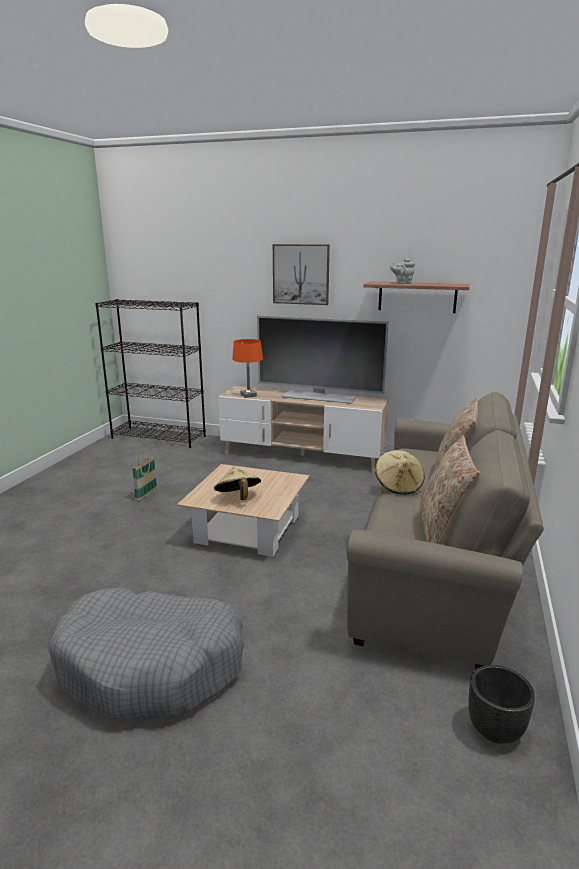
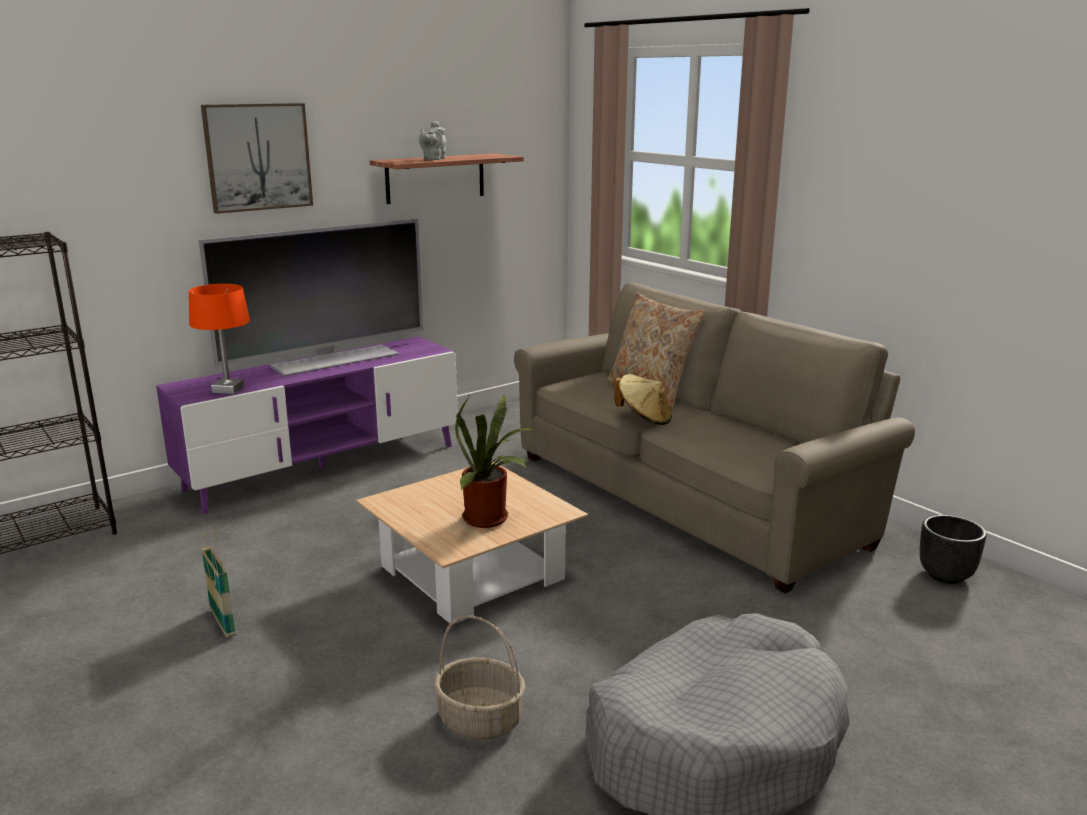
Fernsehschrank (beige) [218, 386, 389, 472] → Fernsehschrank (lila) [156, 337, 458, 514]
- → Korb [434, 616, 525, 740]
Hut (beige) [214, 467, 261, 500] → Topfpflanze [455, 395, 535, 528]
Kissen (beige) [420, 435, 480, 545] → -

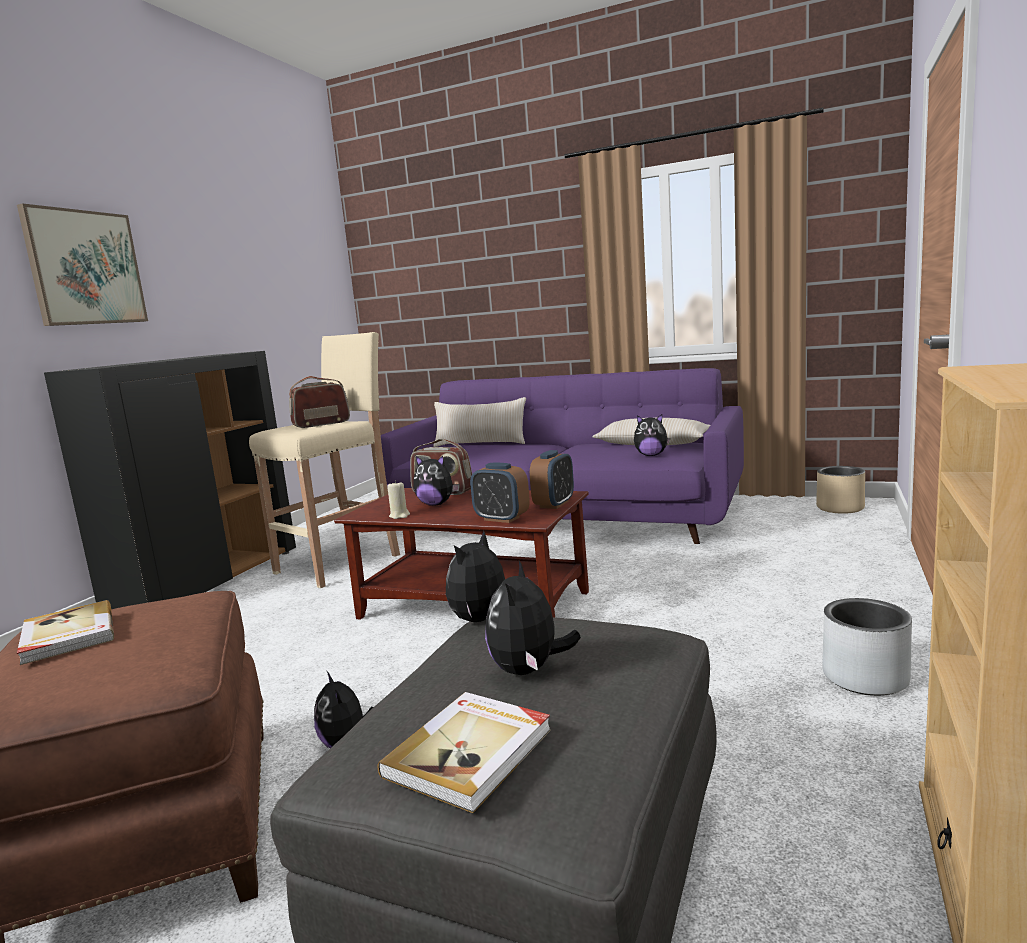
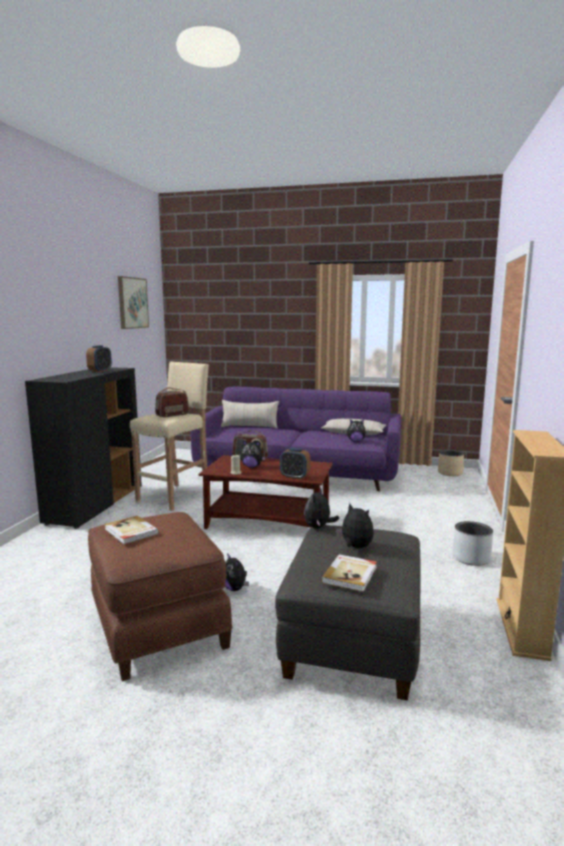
Wecker [530, 450, 574, 509] → Wecker [86, 345, 112, 372], move
Bild [17, 203, 148, 326] → Bild [118, 276, 149, 329], move
Plüschtier [485, 561, 581, 675] → Plüschtier [336, 503, 374, 548], 135 degrees clockwise

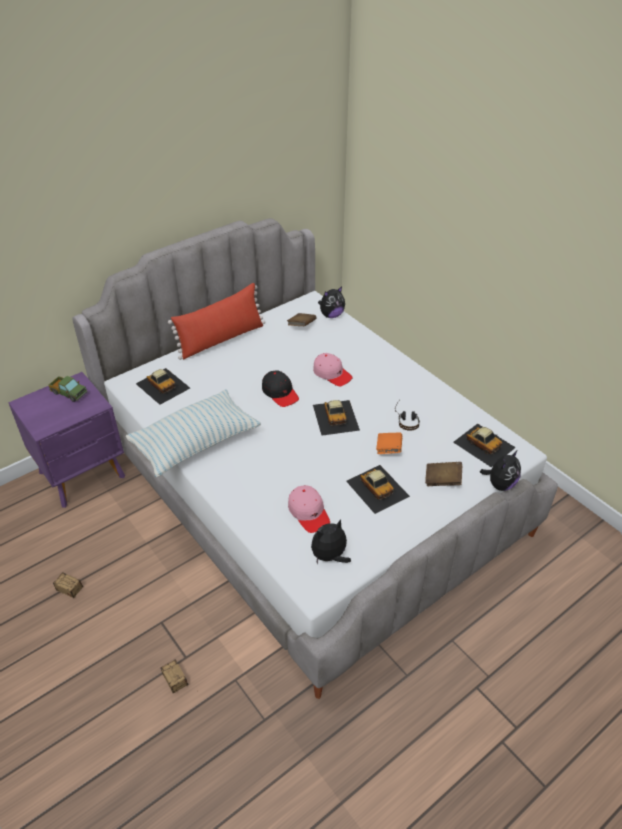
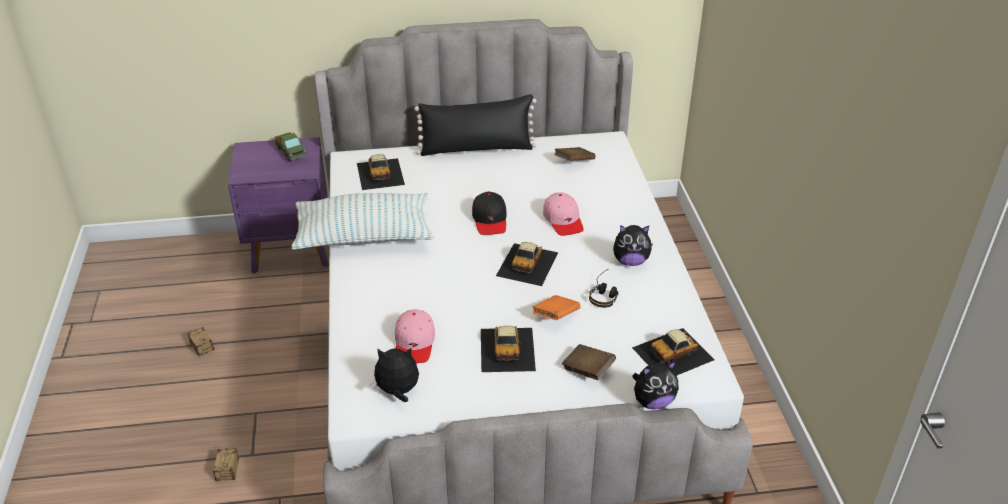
Kissen (rot) [168, 283, 265, 360] → Kissen (schwarz) [414, 94, 537, 156]
Plüschtier [318, 287, 345, 318] → Plüschtier [613, 225, 653, 266], move
Spielzeugauto [453, 424, 516, 467] → Spielzeugauto [632, 328, 714, 375], 75 degrees clockwise

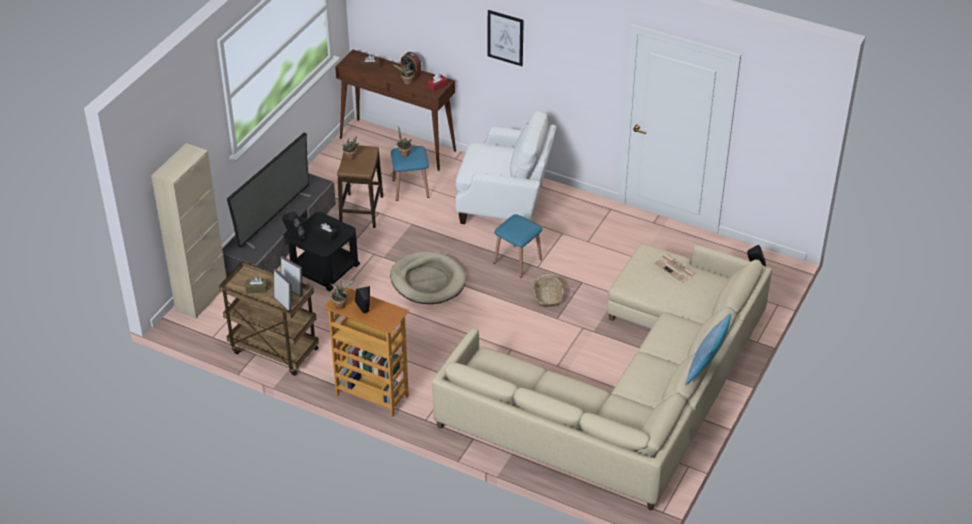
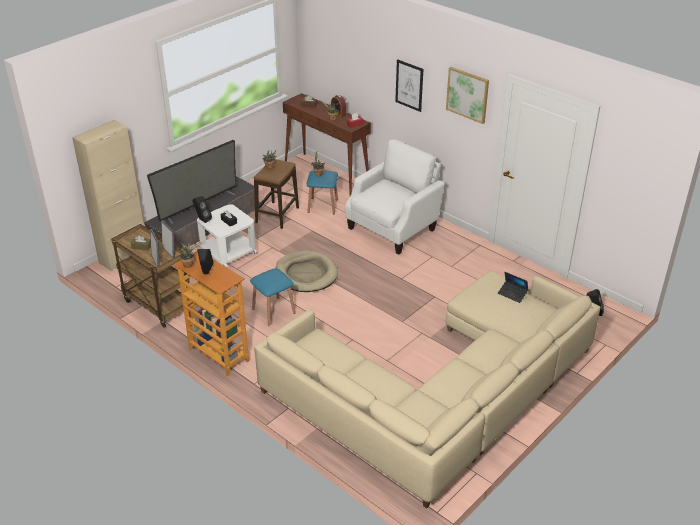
Beistelltisch (schwarz) [287, 212, 360, 291] → Beistelltisch (weiß) [197, 204, 257, 267]
Hocker (blau) [494, 214, 542, 278] → Hocker (blau) [250, 268, 296, 325], move
Sessel (weiß) [456, 111, 557, 224] → Sessel (weiß) [345, 139, 445, 255], 75 degrees counterclockwise
- → Bild [446, 67, 489, 124]
Zeitung [653, 254, 696, 283] → Laptop [498, 272, 528, 303]
Korb [533, 274, 565, 307] → -
Kissen [685, 313, 731, 385] → -

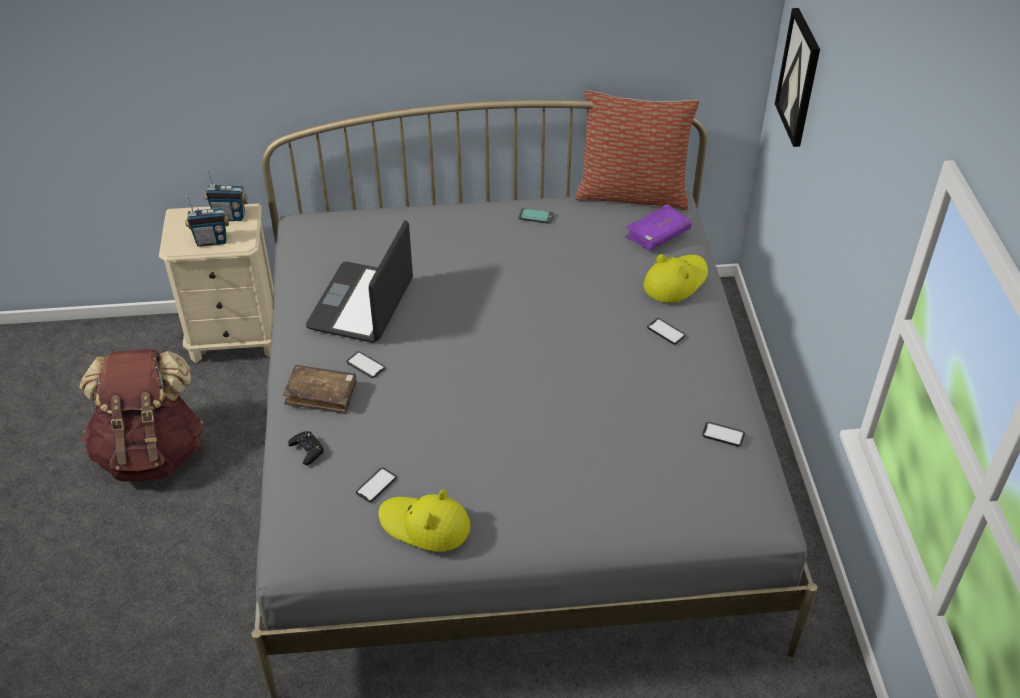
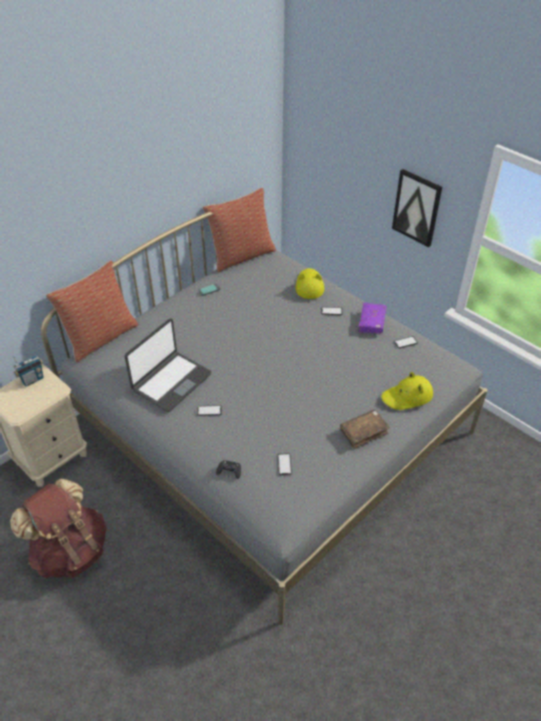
- → Kissen [46, 260, 138, 362]
Laptop [306, 220, 413, 343] → Laptop [125, 318, 212, 412], 120 degrees counterclockwise
Buch (braun) [283, 365, 357, 414] → Buch (braun) [340, 409, 390, 449], move
Buch (lila) [625, 204, 691, 251] → Buch (lila) [358, 303, 387, 333], move
Hut (gelb) [378, 489, 470, 552] → Hut (gelb) [381, 372, 433, 410], move
Bild [775, 8, 820, 147] → Bild [392, 169, 442, 247], move
Radio [185, 196, 229, 247] → -

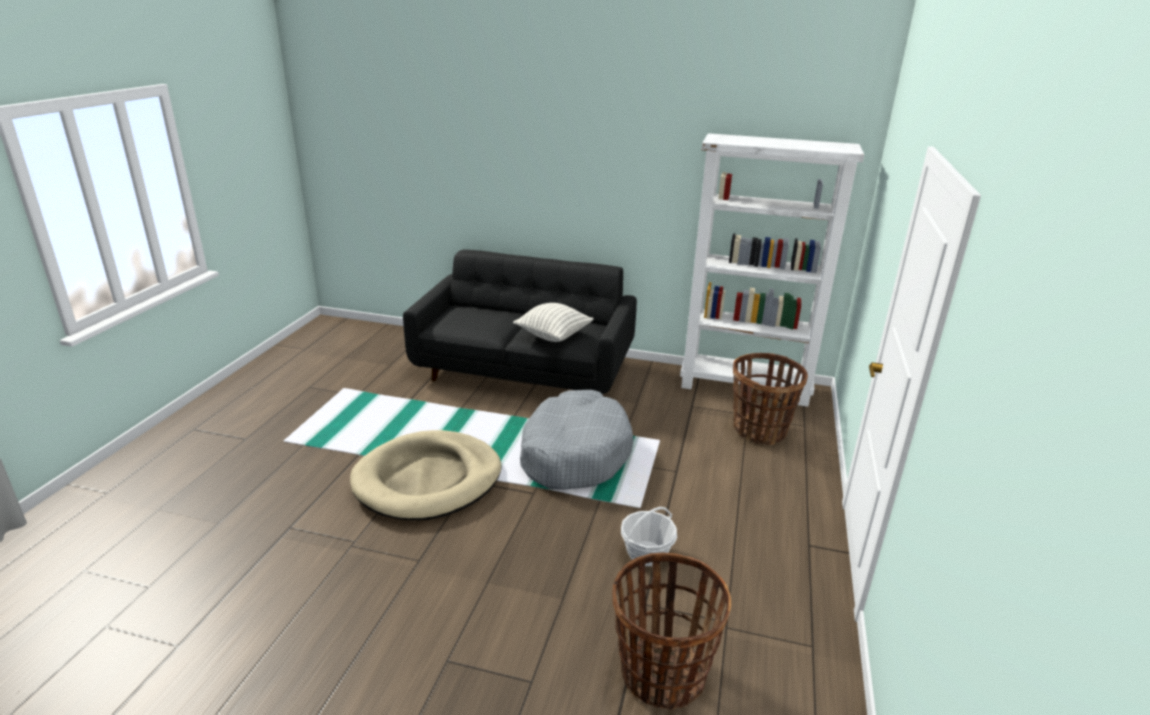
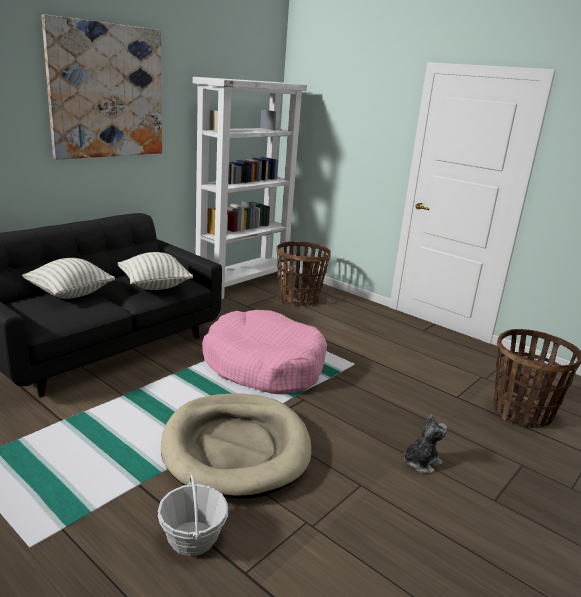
- → Kissen [22, 258, 115, 299]
- → Bild [42, 15, 162, 160]
Korb [621, 507, 677, 566] → Korb [158, 474, 228, 556], move
Hundebett (grau) [520, 390, 634, 490] → Hundebett (rosa) [202, 310, 327, 394]
- → Plüschtier [404, 414, 447, 473]

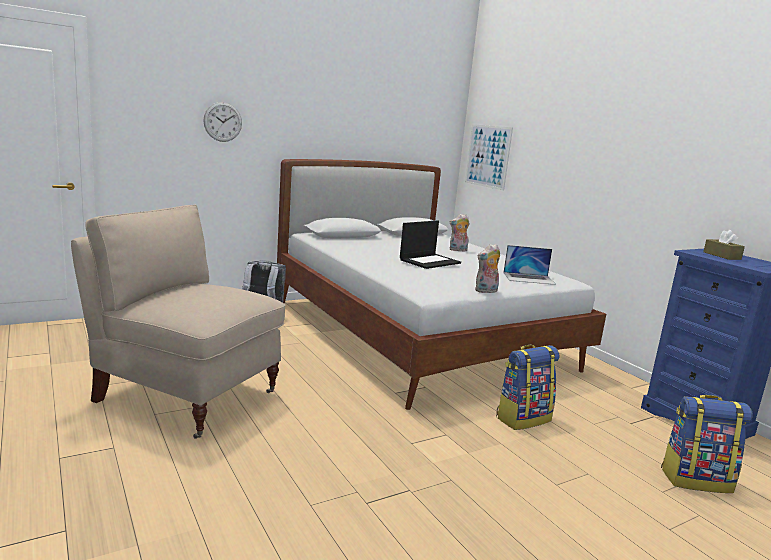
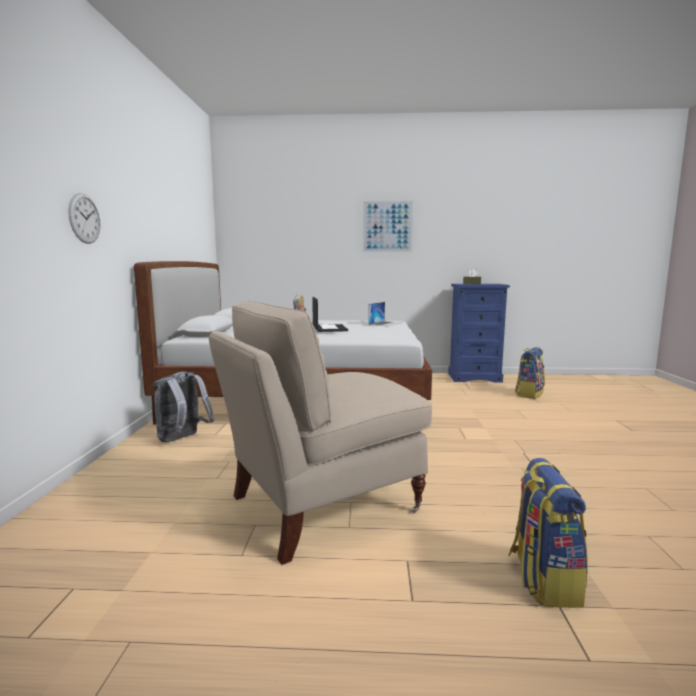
Bild [465, 124, 513, 190] → Bild [362, 200, 413, 252], move
Rucksack [496, 345, 559, 430] → Rucksack [508, 458, 588, 608], move
Plüschtier [475, 244, 500, 293] → -

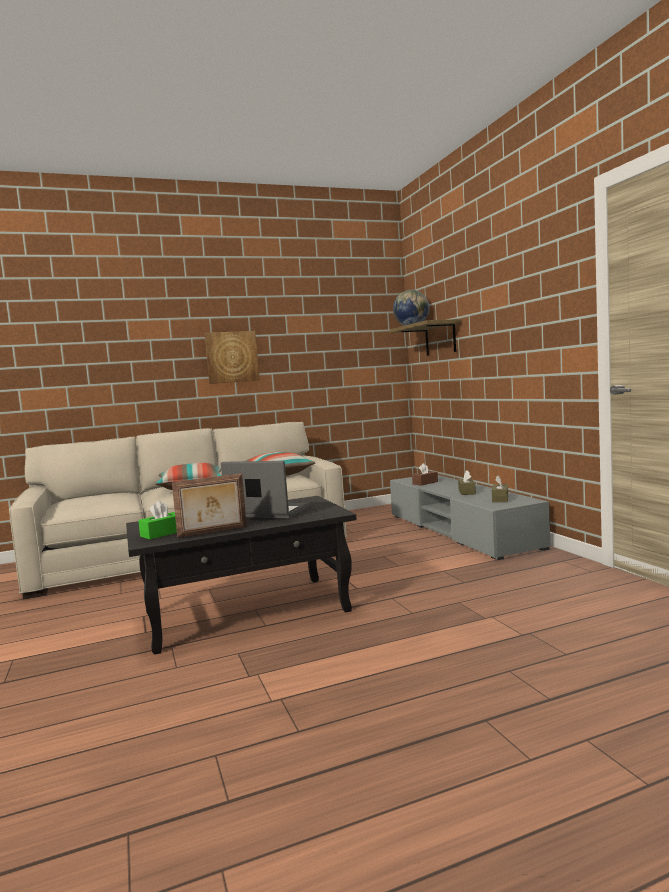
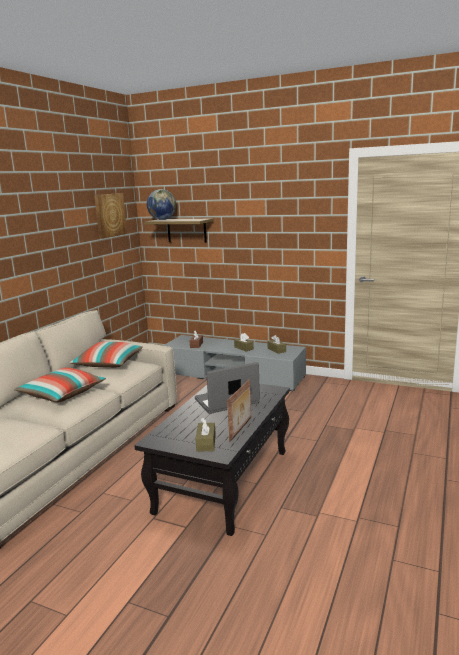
Bild [204, 331, 260, 384] → Bild [94, 193, 127, 239], move
Taschentuchbox (grün) [138, 501, 177, 540] → Taschentuchbox (braun) [195, 418, 216, 452]

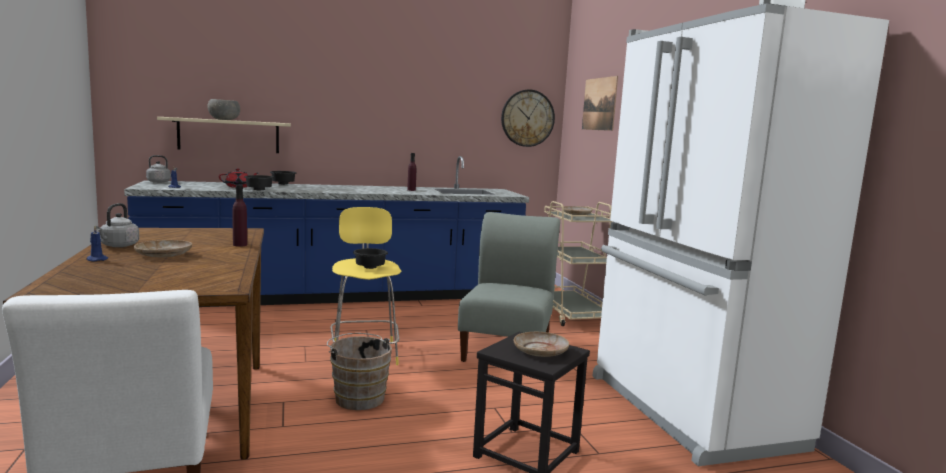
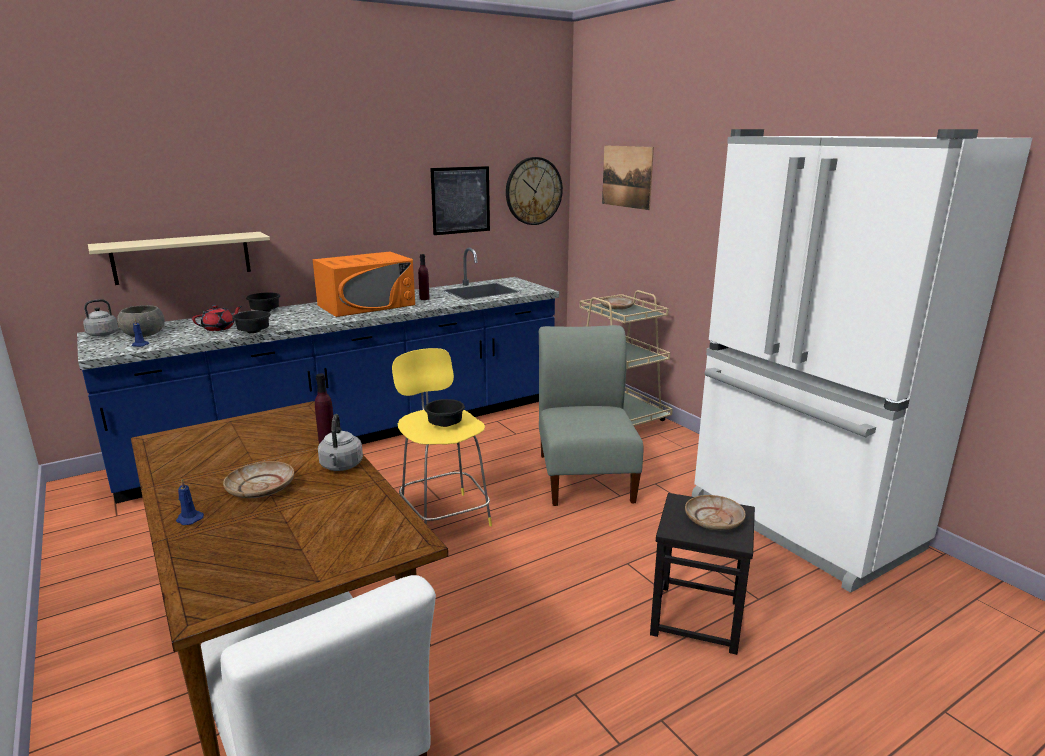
Schüssel (grau) [207, 99, 240, 120] → Schüssel (grau) [117, 305, 165, 337], move
- → Mikrowelle (orange) [313, 252, 415, 317]
Wasserkessel (grau) [96, 203, 139, 247] → Wasserkessel (grau) [318, 414, 363, 471], move
- → Bild [430, 166, 490, 235]
Eimer (braun) [327, 333, 392, 410] → -

